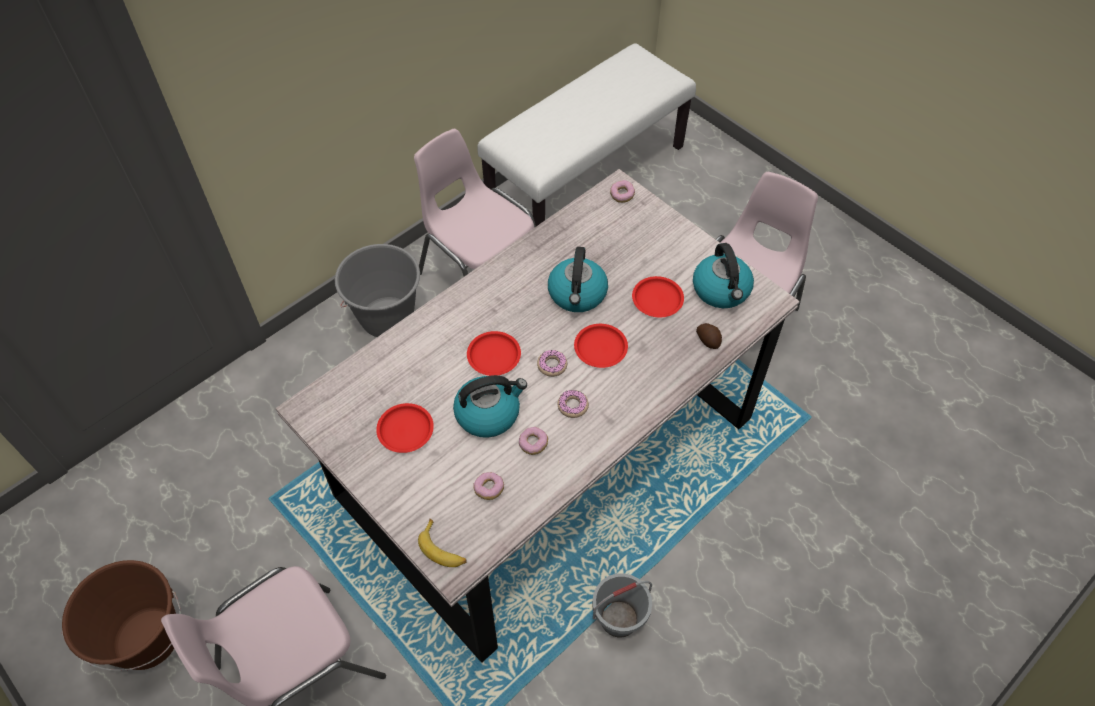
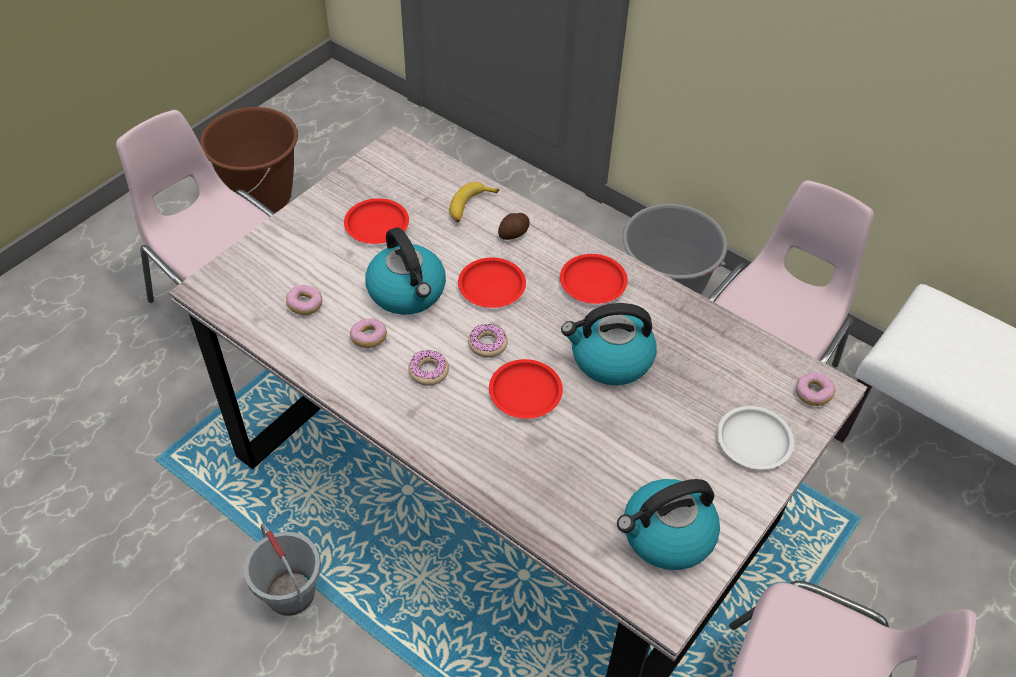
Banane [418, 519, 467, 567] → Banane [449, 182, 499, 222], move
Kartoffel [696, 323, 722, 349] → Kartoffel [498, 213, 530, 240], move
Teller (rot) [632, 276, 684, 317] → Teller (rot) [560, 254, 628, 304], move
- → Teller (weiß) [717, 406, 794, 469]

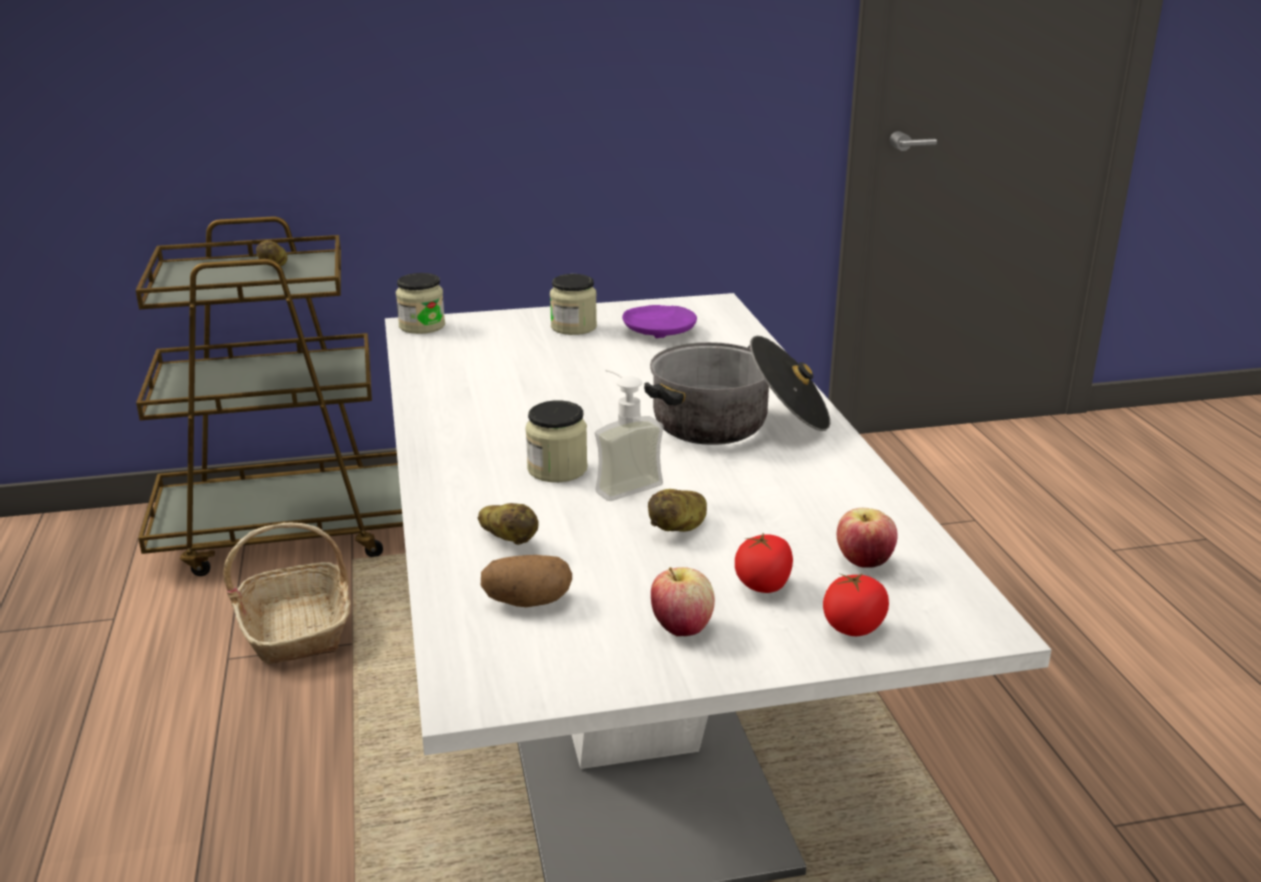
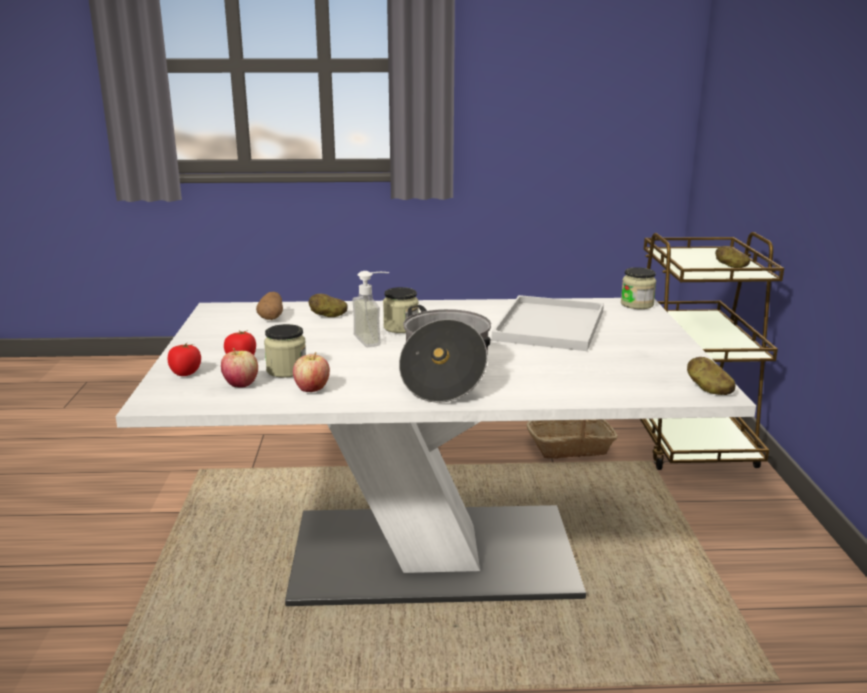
Vorratsglas [550, 274, 597, 335] → Vorratsglas [264, 324, 306, 378], move
Apfel [651, 567, 715, 636] → Apfel [293, 352, 330, 392], move
- → Tablett (weiß) [491, 295, 604, 351]
Kartoffel [648, 489, 707, 532] → Kartoffel [687, 357, 735, 395], move
Teller (lila) [622, 305, 697, 338] → -

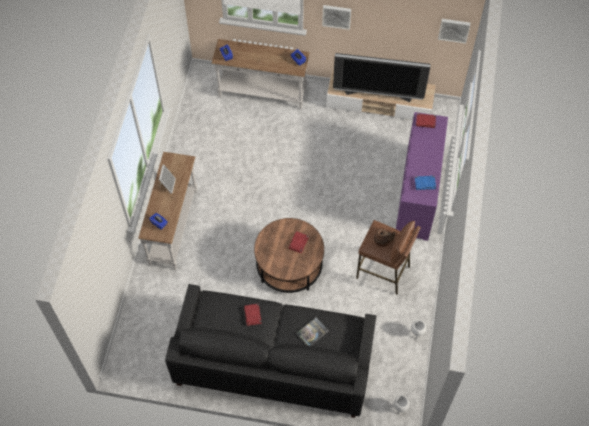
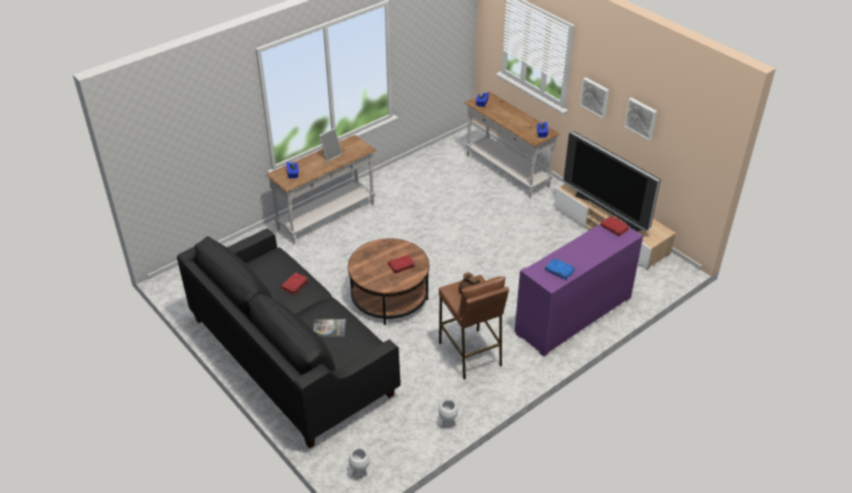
Bild [438, 19, 471, 44] → Bild [624, 97, 657, 140], move

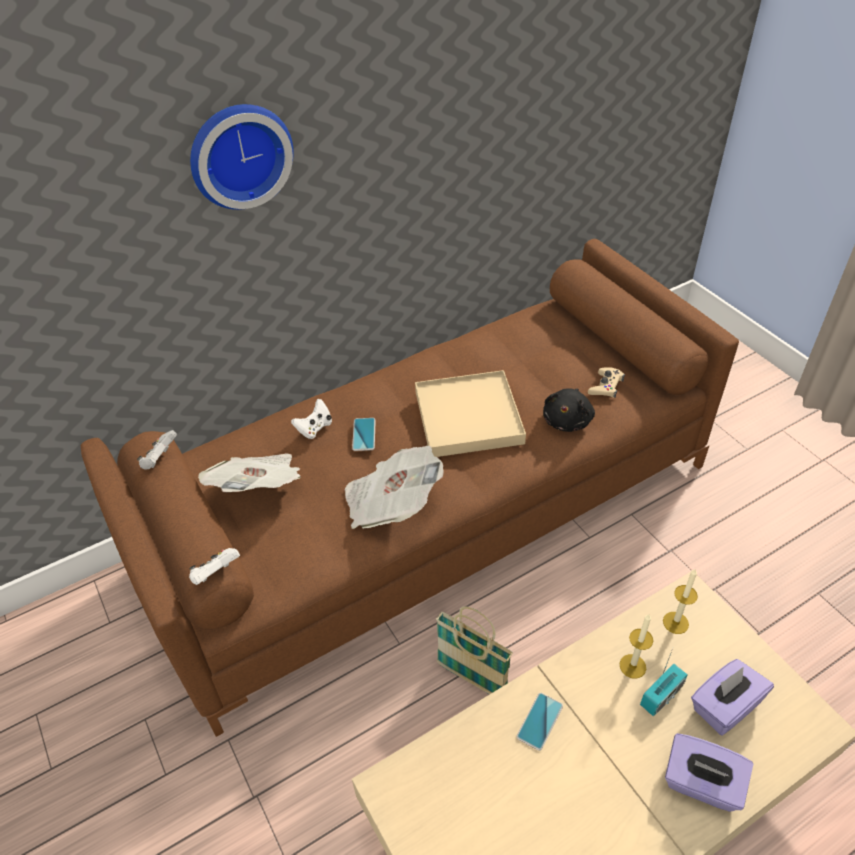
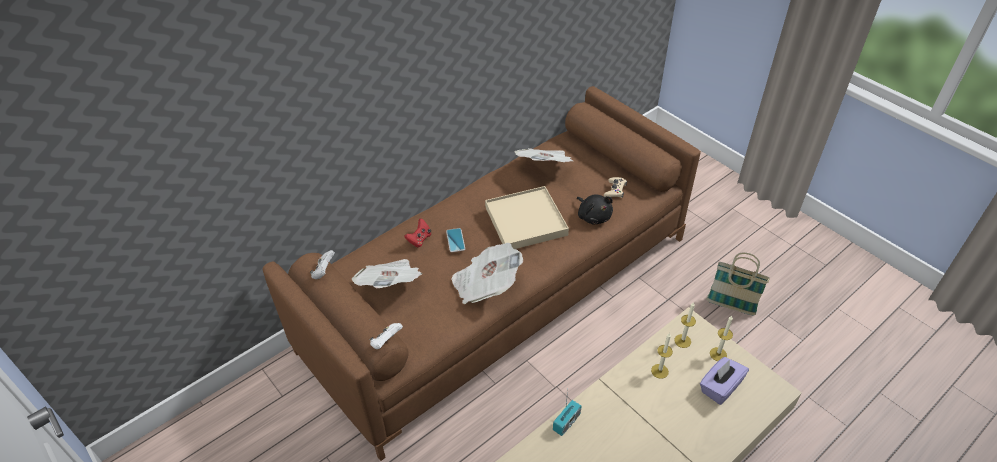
Gamepad (weiß) [291, 399, 332, 439] → Gamepad (rot) [404, 218, 431, 247]
- → Zeitung [515, 148, 573, 162]
Radio [640, 648, 687, 716] → Radio [553, 391, 581, 436], move
Plüschtier (schwarz) [543, 388, 595, 432] → Plüschtier (schwarz) [577, 195, 613, 225], 45 degrees counterclockwise
Korb [436, 606, 513, 694] → Korb [706, 253, 770, 315], move
- → Kerze [710, 316, 733, 361]
Wanduhr [190, 104, 294, 210] → -
Handy [516, 693, 563, 751] → -
Taschentuchbox (lila) [665, 733, 753, 812] → -

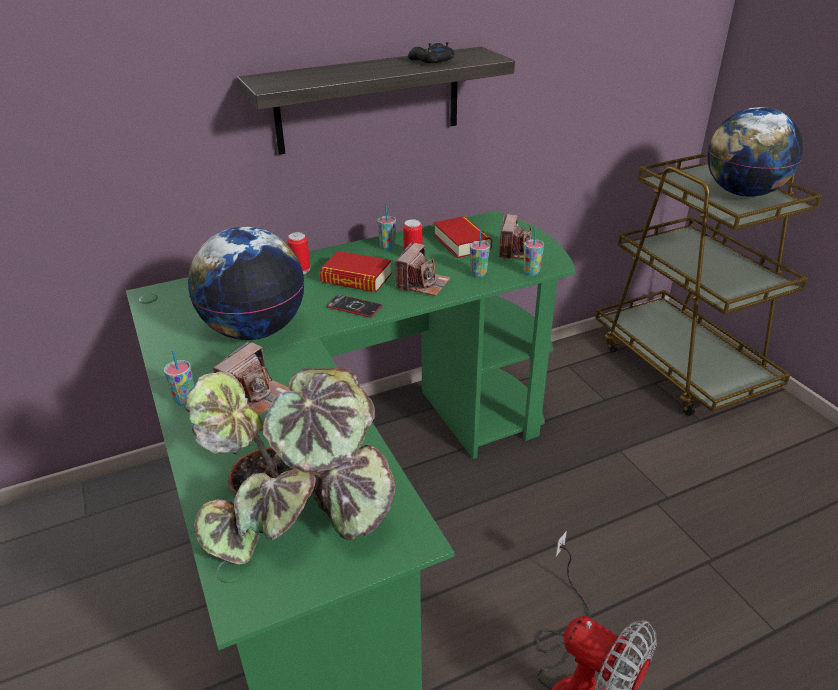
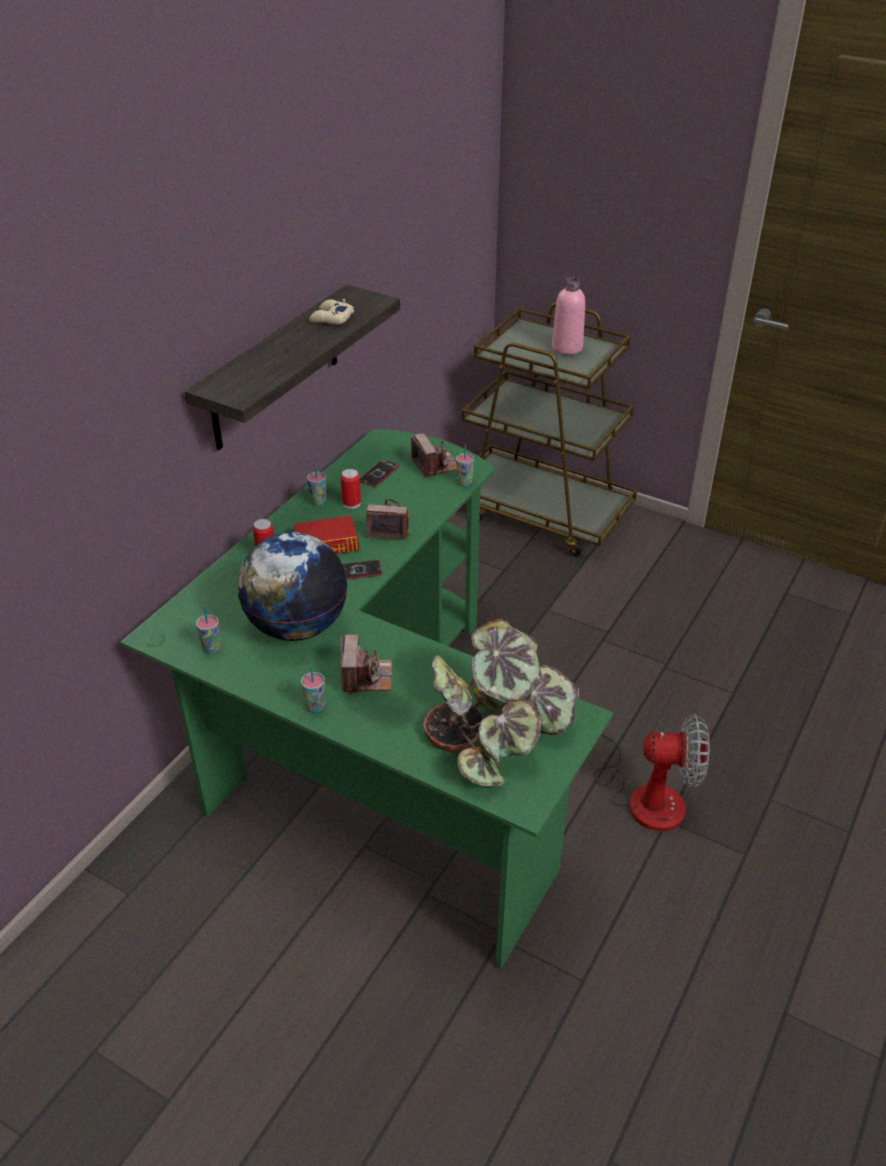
Tasse [470, 230, 490, 277] → Tasse [196, 608, 221, 654], move
Gamepad (schwarz) [408, 42, 454, 63] → Gamepad (beige) [309, 299, 354, 325]
Buch [433, 216, 492, 258] → Handy [360, 460, 399, 487]
Kamera [395, 243, 451, 296] → Kamera [366, 498, 410, 539], 75 degrees counterclockwise
Globus [707, 107, 803, 197] → Flasche (rosa) [552, 277, 585, 355]

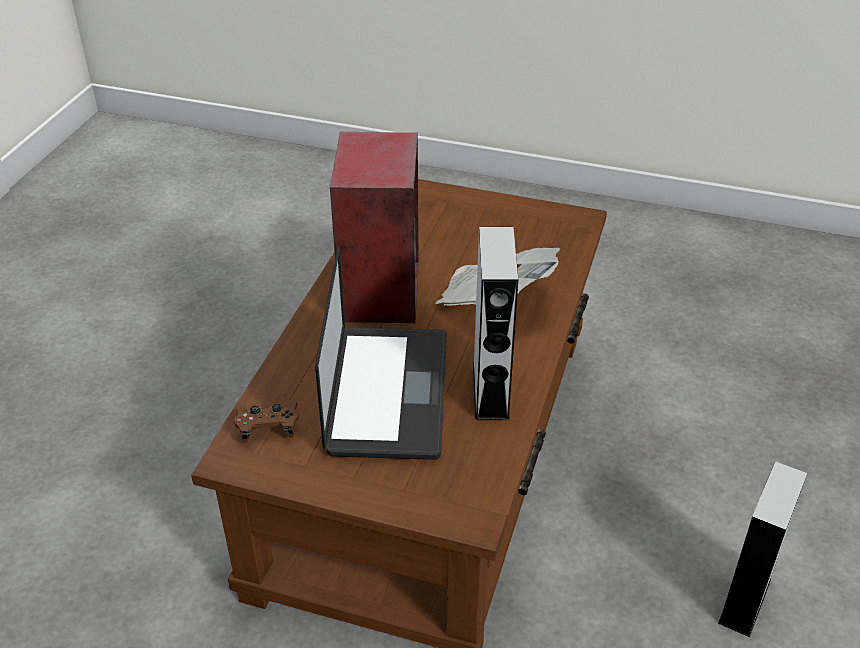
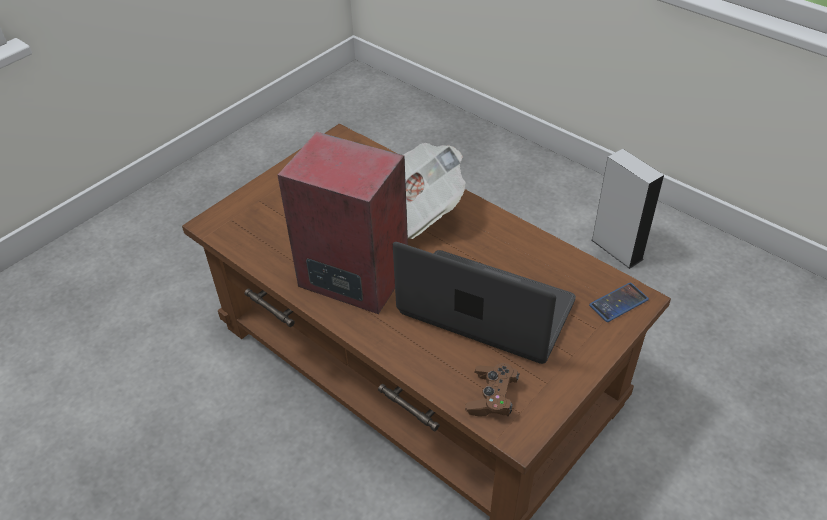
- → Handy [589, 283, 649, 322]
Lautsprecher (grau) [473, 227, 518, 420] → -

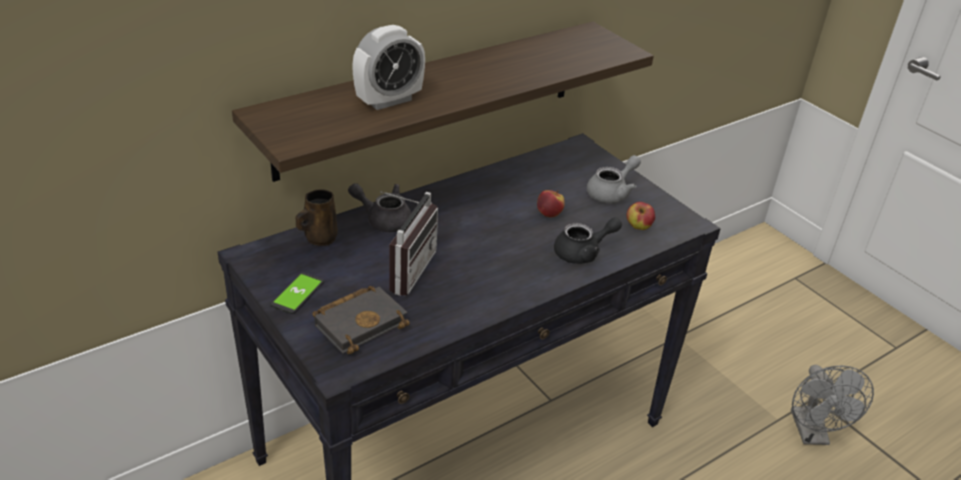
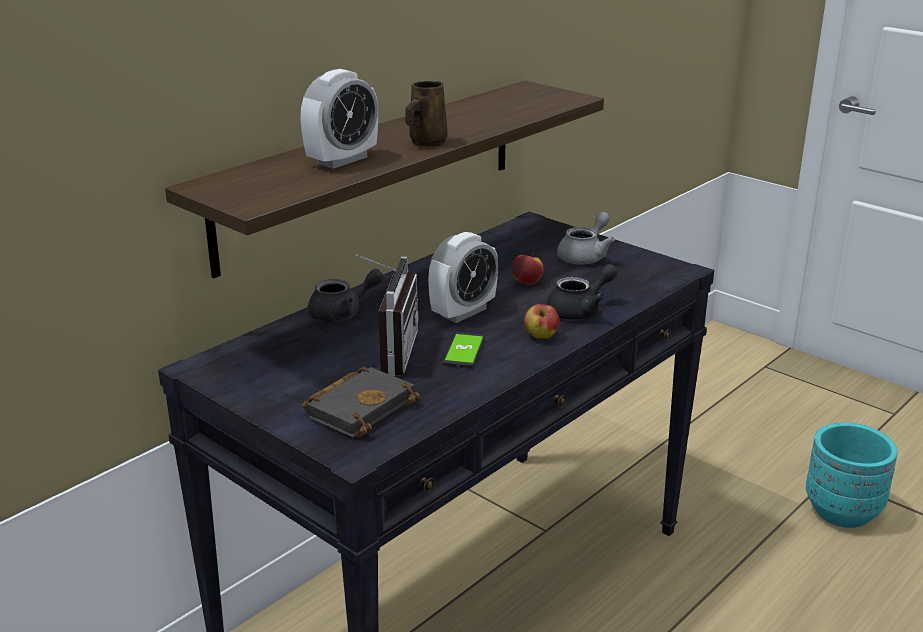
Teekanne (grau) [348, 183, 411, 232] → Teekanne (grau) [308, 269, 384, 322], 150 degrees clockwise
Henkelbecher (braun) [296, 189, 338, 246] → Henkelbecher (braun) [405, 81, 448, 146], move
- → Wecker [428, 232, 498, 323]
Handy [270, 272, 324, 314] → Handy [442, 332, 485, 368], move
Apfel [627, 202, 655, 230] → Apfel [524, 304, 560, 339], move
Ventilator (grau) [791, 365, 874, 445] → Pflanzkübel (türkis) [806, 422, 898, 528]

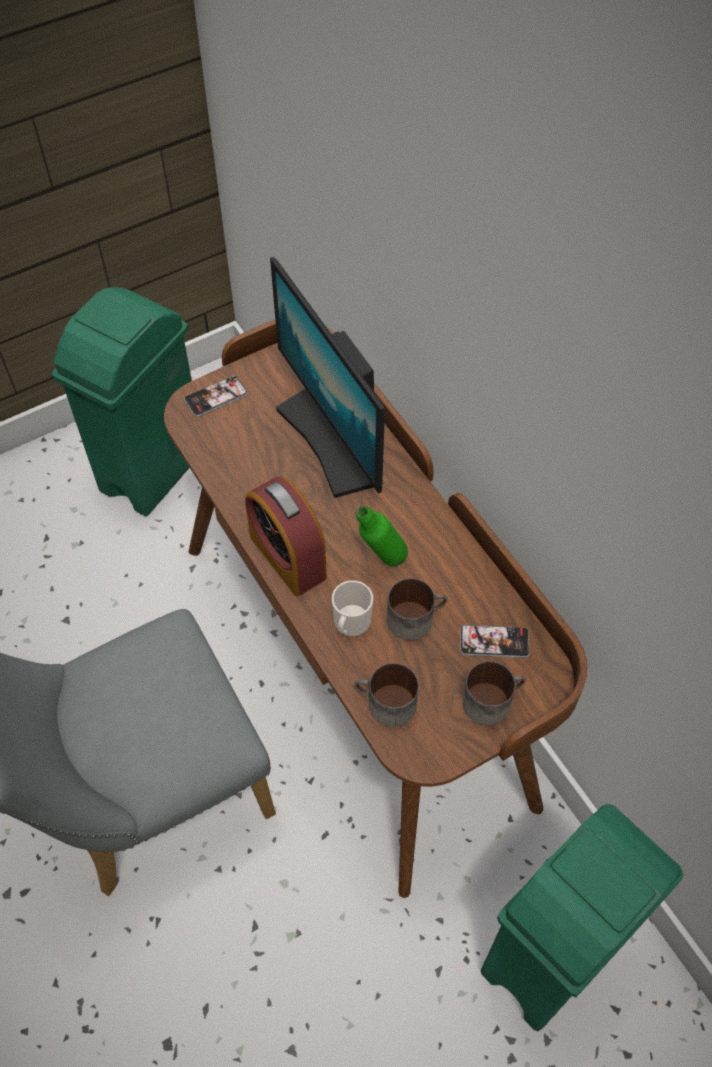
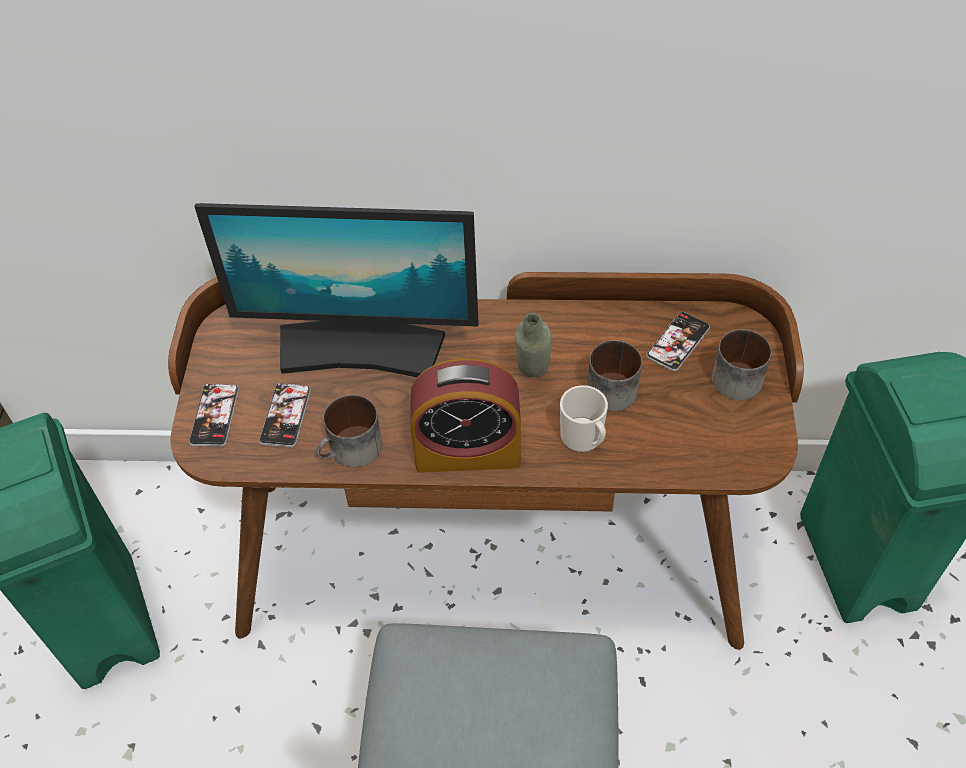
- → Handy [259, 383, 311, 447]
Henkelbecher [354, 663, 419, 727] → Henkelbecher [315, 395, 382, 467], move
Flasche (grün) [356, 506, 408, 566] → Flasche (grau) [515, 312, 551, 378]

